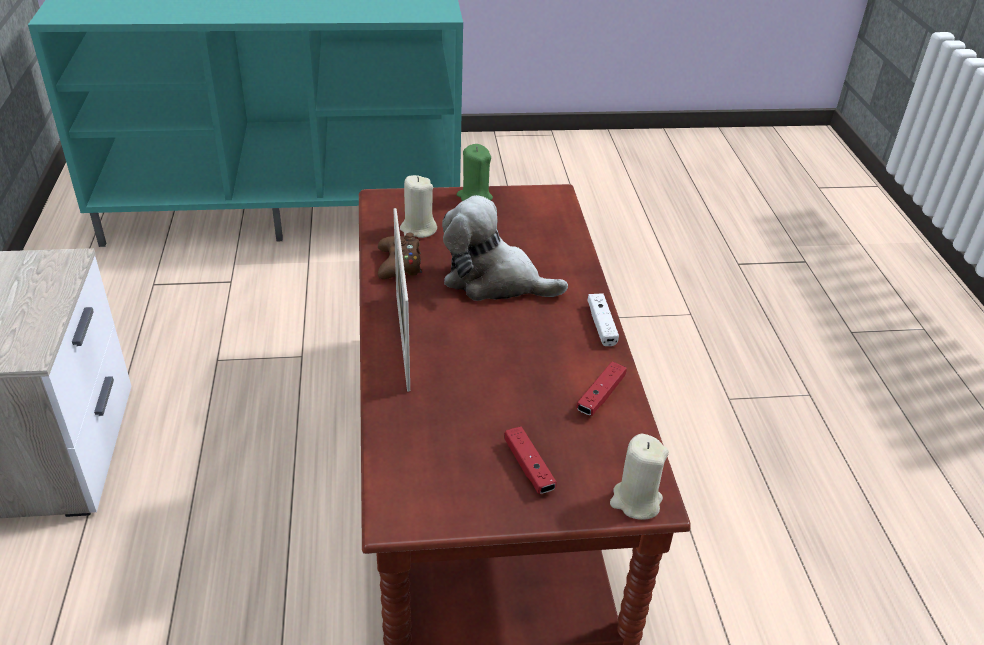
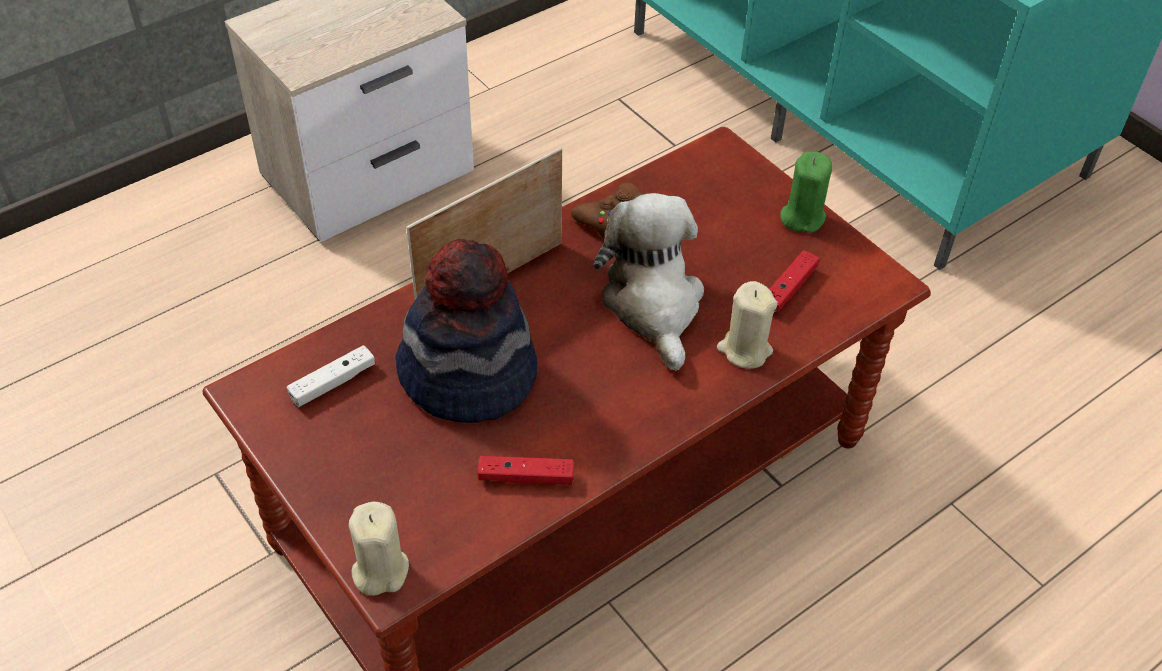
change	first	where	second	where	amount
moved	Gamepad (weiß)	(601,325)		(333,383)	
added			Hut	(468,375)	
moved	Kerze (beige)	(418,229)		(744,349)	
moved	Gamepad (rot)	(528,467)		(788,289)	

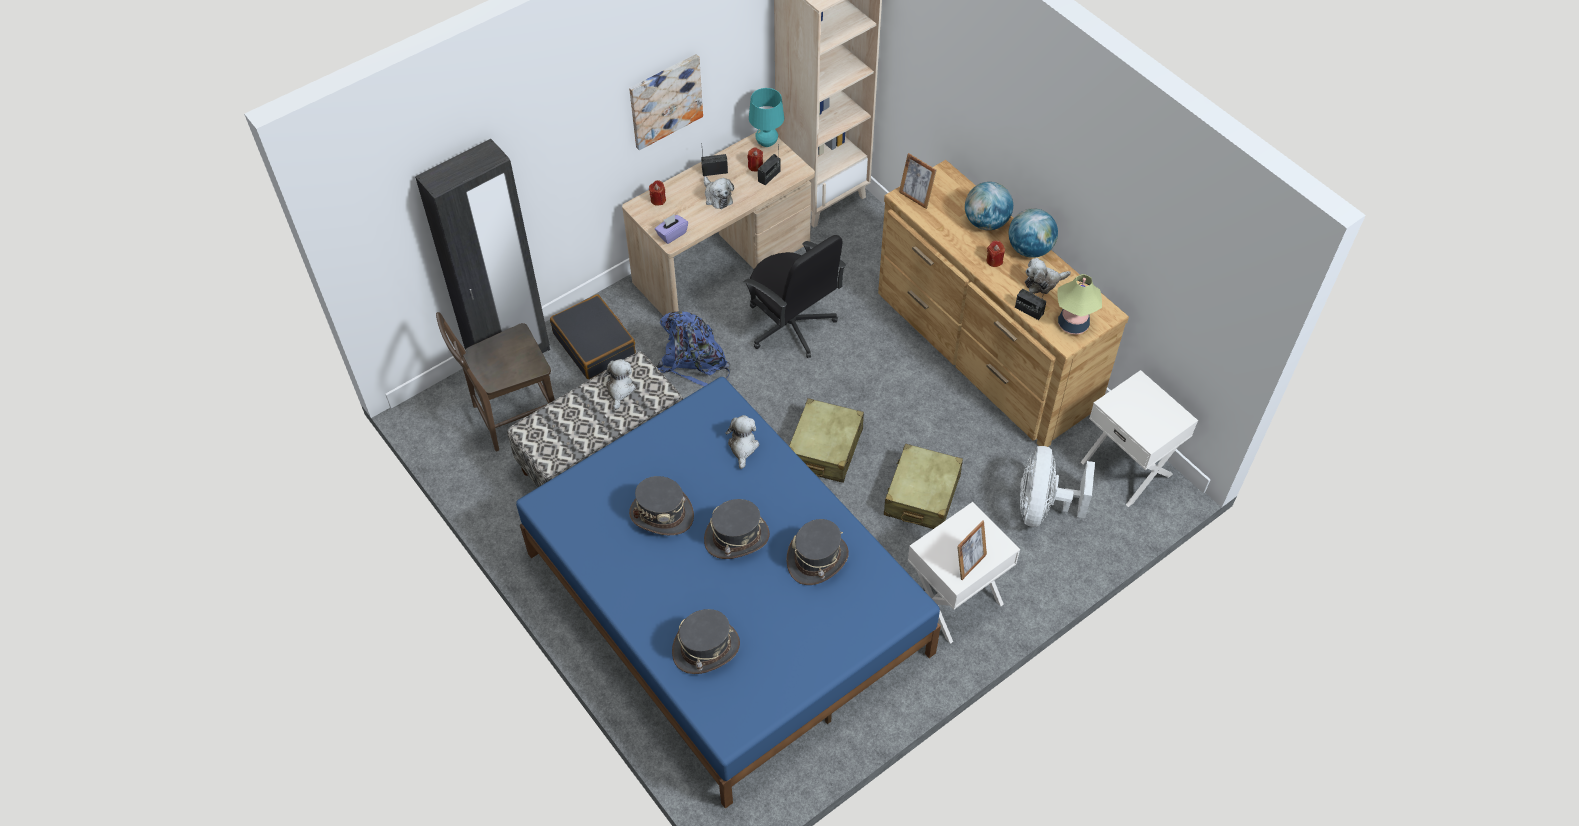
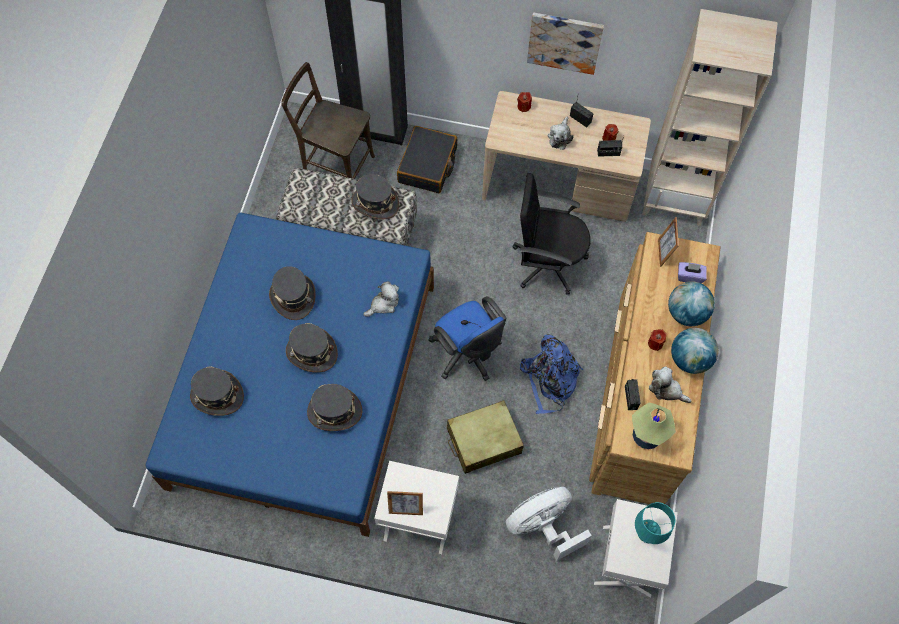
change	first	where	second	where	amount
replaced	Plüschtier	(620,389)	Hut (grau)	(375,203)	
replaced	Koffer (beige)	(824,449)	Bürostuhl (blau)	(467,354)	
turned	Bürostuhl (schwarz)	(791,326)		(547,262)	90 degrees clockwise
moved	Rucksack (blau)	(695,362)		(550,380)	
moved	Tischlampe (türkis)	(766,143)		(647,533)	
moved	Taschentuchbox (lila)	(672,234)		(689,276)	

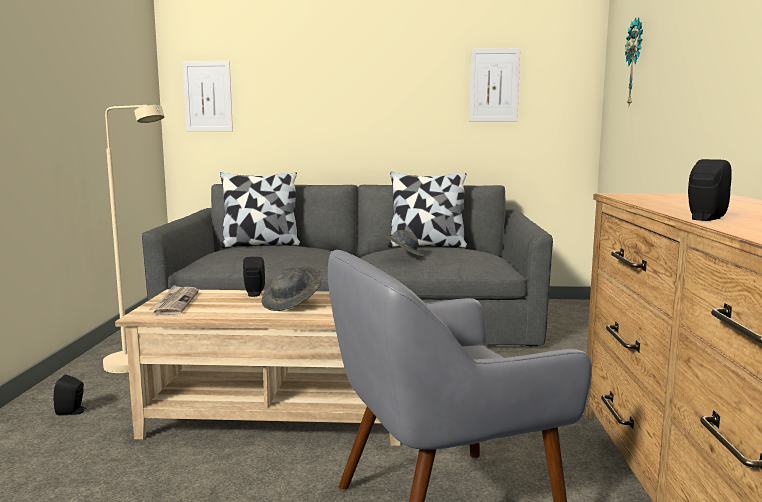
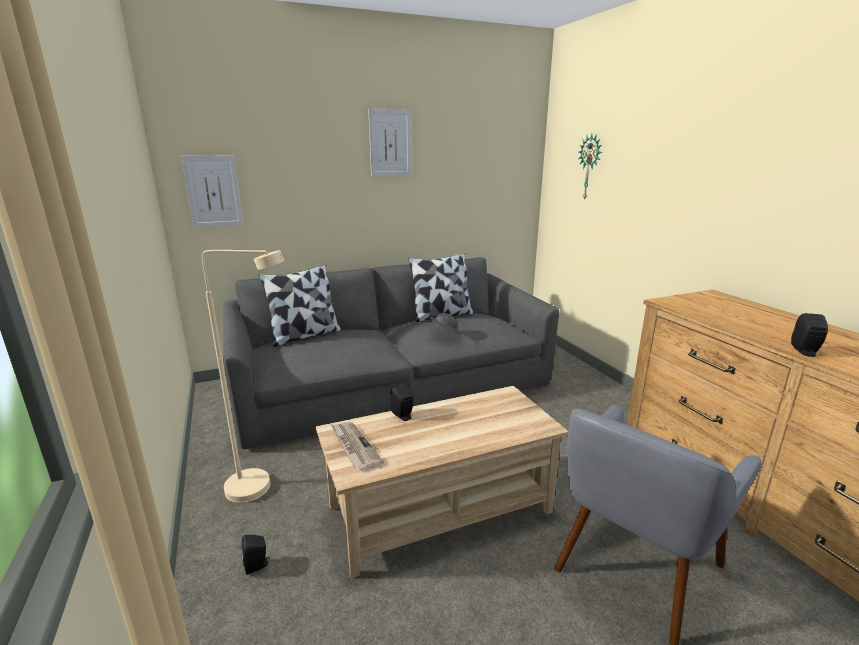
change	first	where	second	where	amount
moved	Bild	(494,85)		(390,143)	
removed	Hut (grau)	(292,304)			

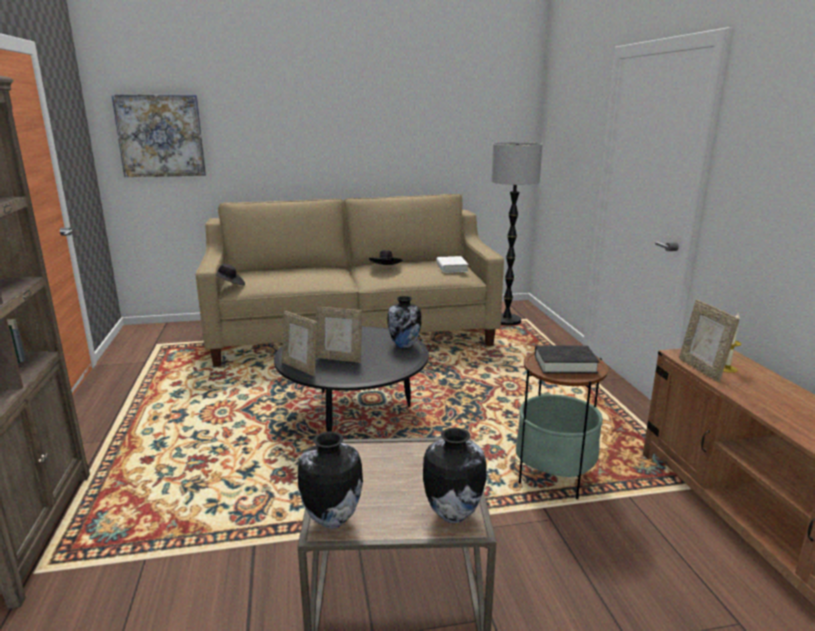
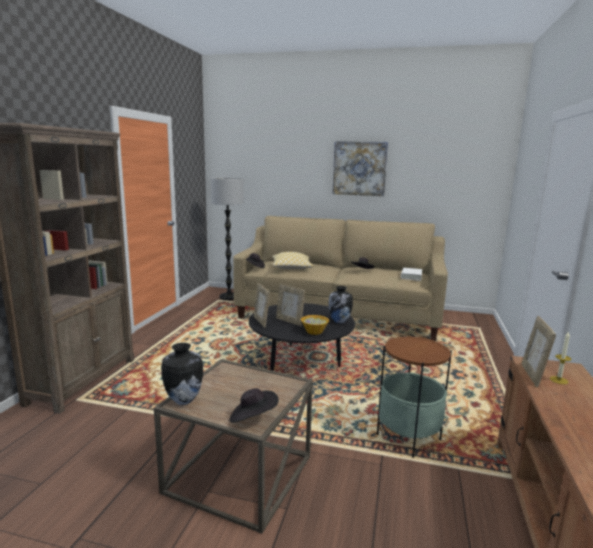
change	first	where	second	where	amount
moved	Stehlampe	(507,321)		(229,297)	
replaced	Vase	(452,514)	Hut (schwarz)	(253,418)	
added			Kissen	(291,267)	
added			Schüssel	(314,331)	
moved	Bild	(160,136)		(359,168)	
removed	Buch (schwarz)	(565,364)			

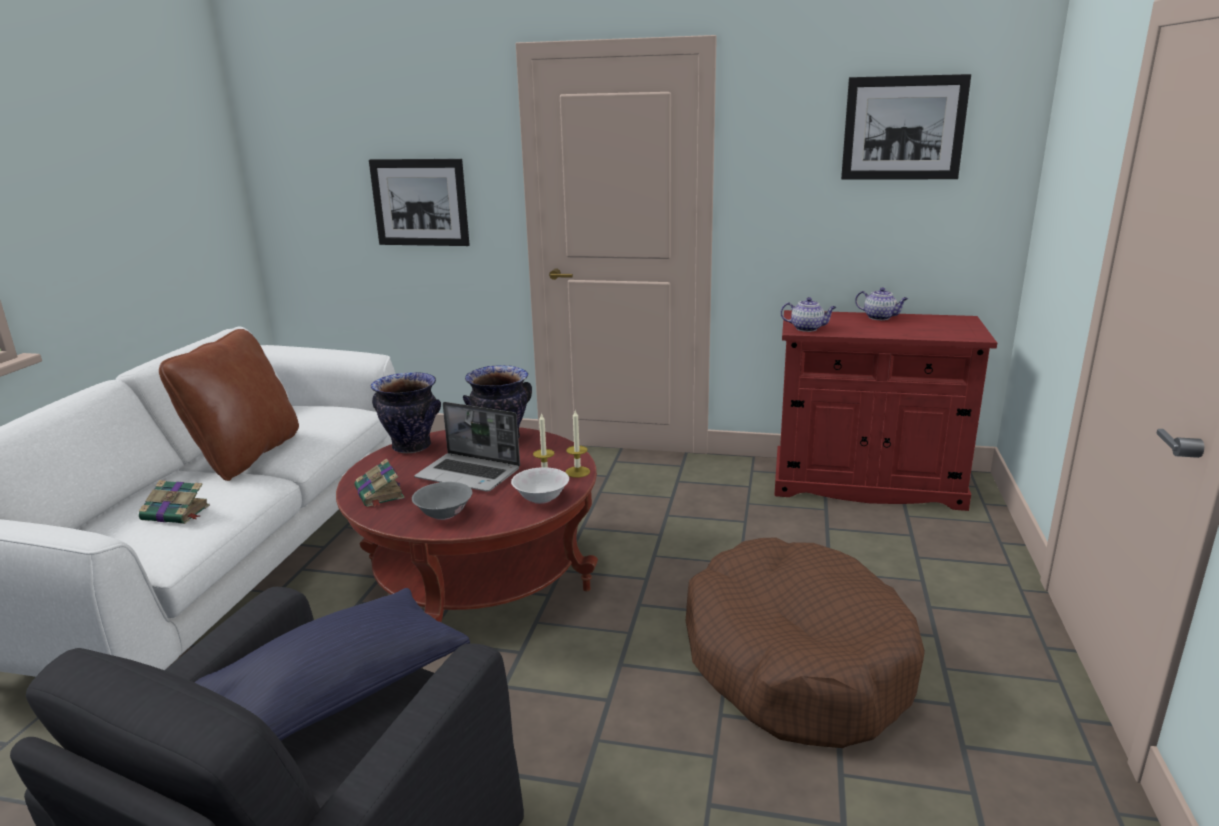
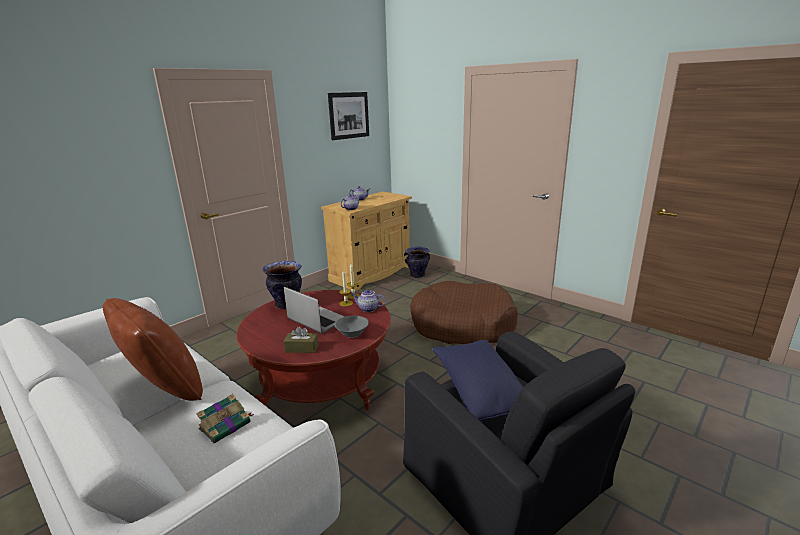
change	first	where	second	where	amount
turned	Laptop	(470,474)		(316,320)	105 degrees counterclockwise
replaced	Buch	(380,494)	Taschentuchbox (braun)	(302,348)	
recoloured	Schrank (rot)	(866,484)	Schrank (beige)	(371,273)	
replaced	Schüssel (weiß)	(541,498)	Teekanne	(368,309)	
moved	Vase	(412,446)		(417,275)	
removed	Bild	(420,202)			

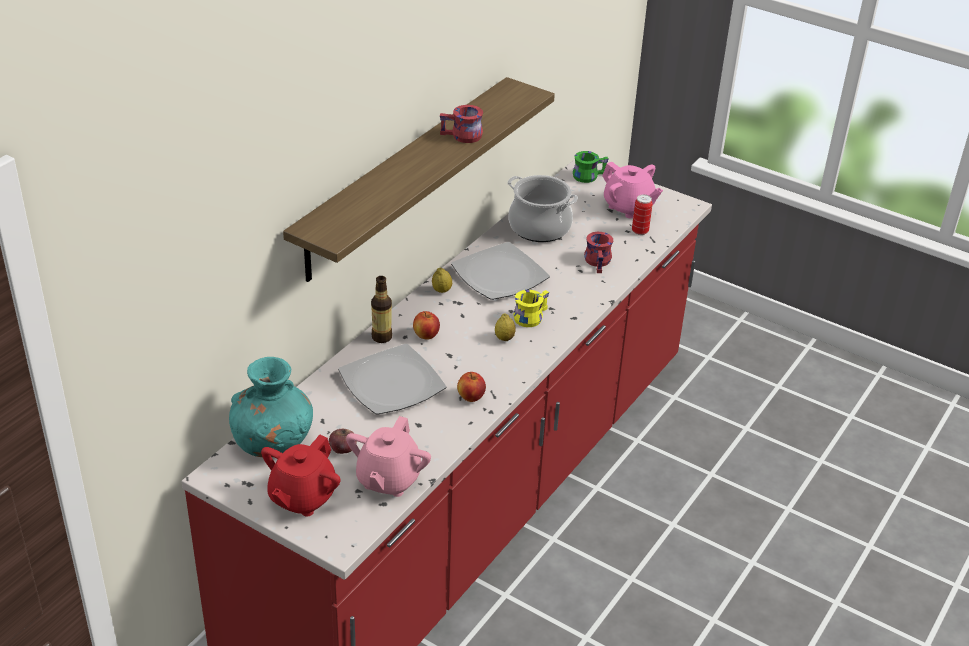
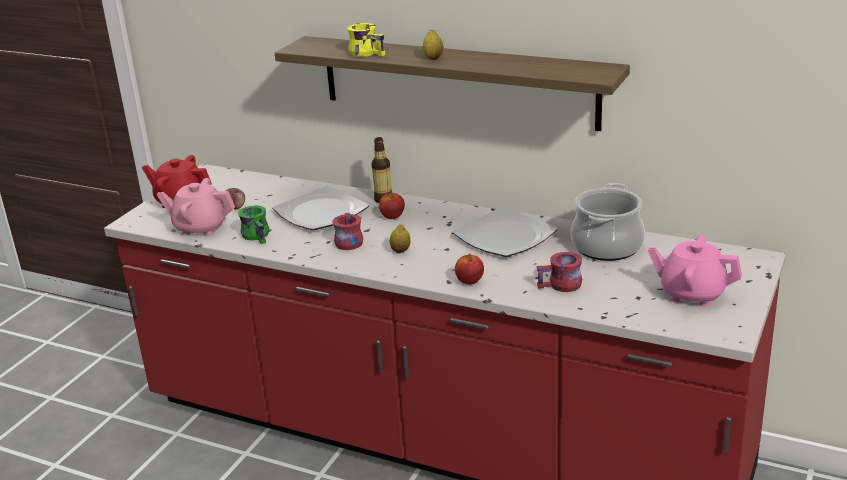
change	first	where	second	where	amount
moved	Henkelbecher (grün)	(588,175)		(259,235)	
moved	Henkelbecher (rot)	(462,136)		(346,241)	
moved	Henkelbecher (gelb)	(529,316)		(368,52)	
moved	Zitrone	(441,290)		(433,58)	
moved	Apfel	(471,397)		(469,281)	
turned	Teekanne (rosa)	(628,207)		(692,293)	75 degrees clockwise
removed	Vase (türkis)	(273,442)			
removed	Dose	(640,231)			

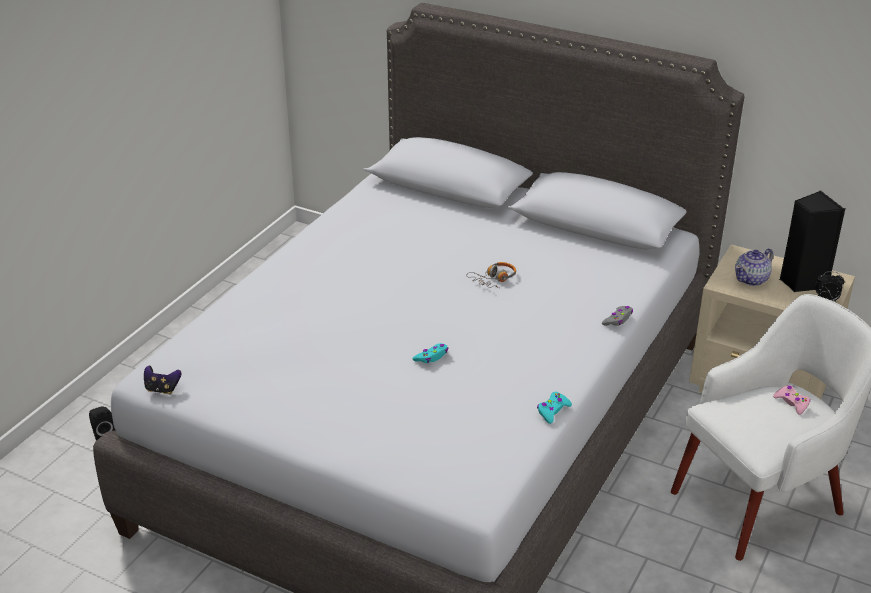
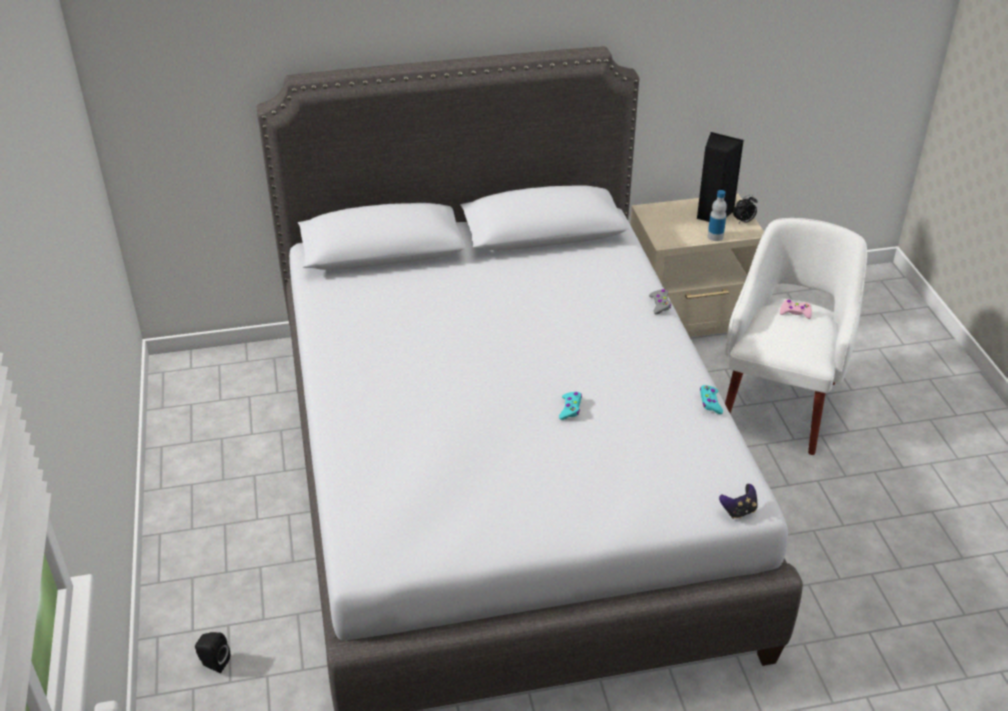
change	first	where	second	where	amount
added			Flasche	(715,236)	
moved	Gamepad	(162,389)		(738,511)	
removed	Kopfhörer	(494,279)			
removed	Teekanne	(752,279)			

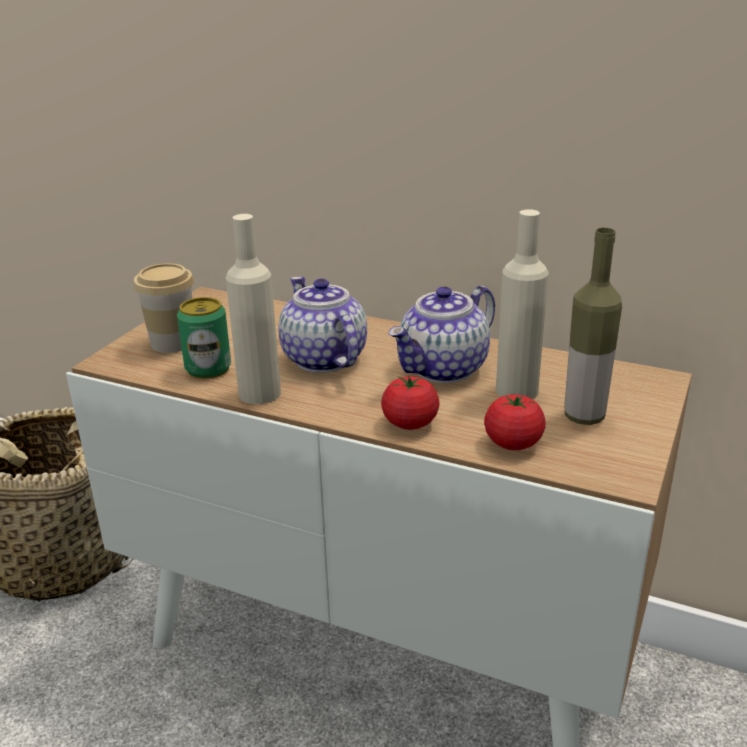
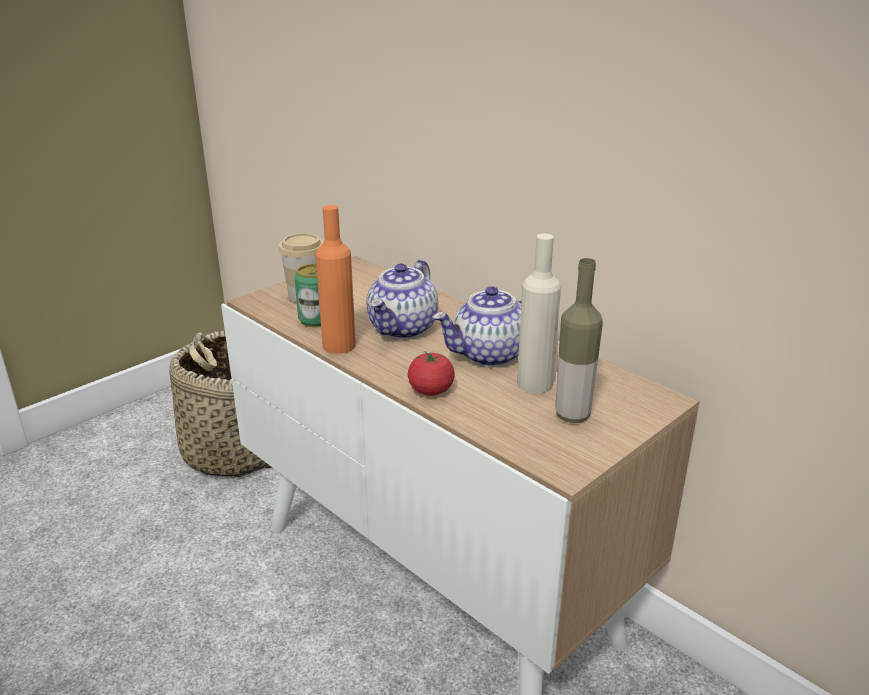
change	first	where	second	where	amount
recoloured	Flasche (beige)	(259,393)	Flasche (orange)	(339,345)	
turned	Teekanne	(322,359)		(403,328)	150 degrees counterclockwise
removed	Tomate	(513,443)			

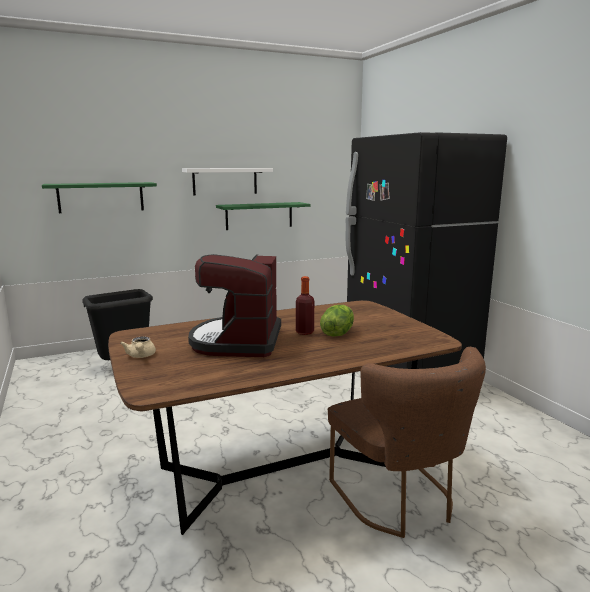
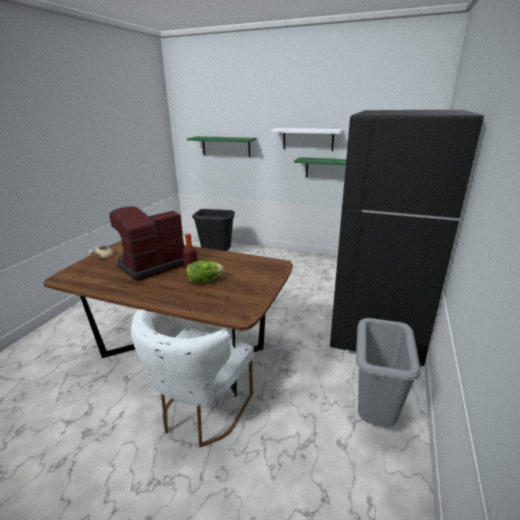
change	first	where	second	where	amount
recoloured	Stuhl (braun)	(400,501)	Stuhl (weiß)	(201,413)	
added			Mülleimer (grau)	(374,415)	

